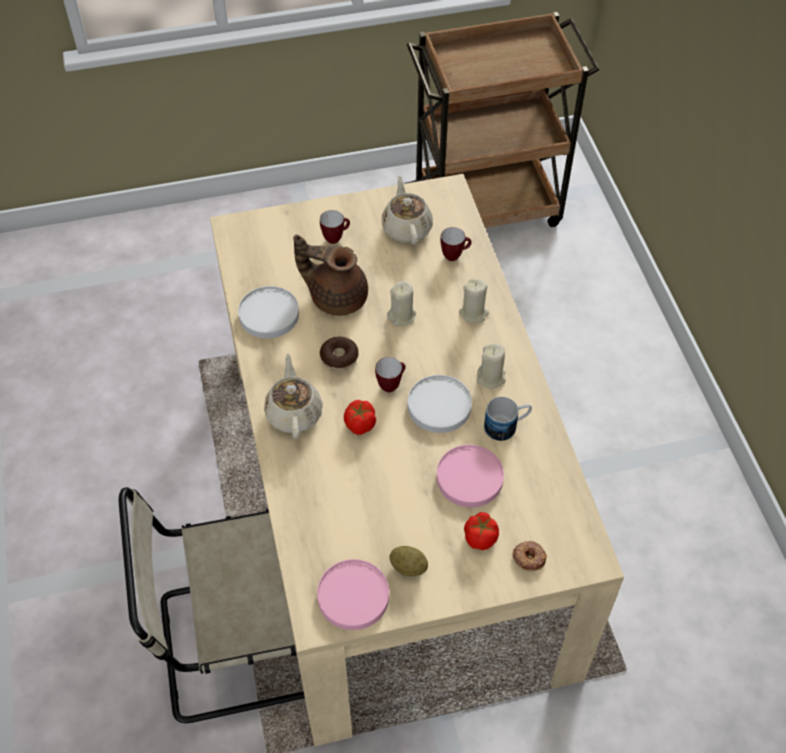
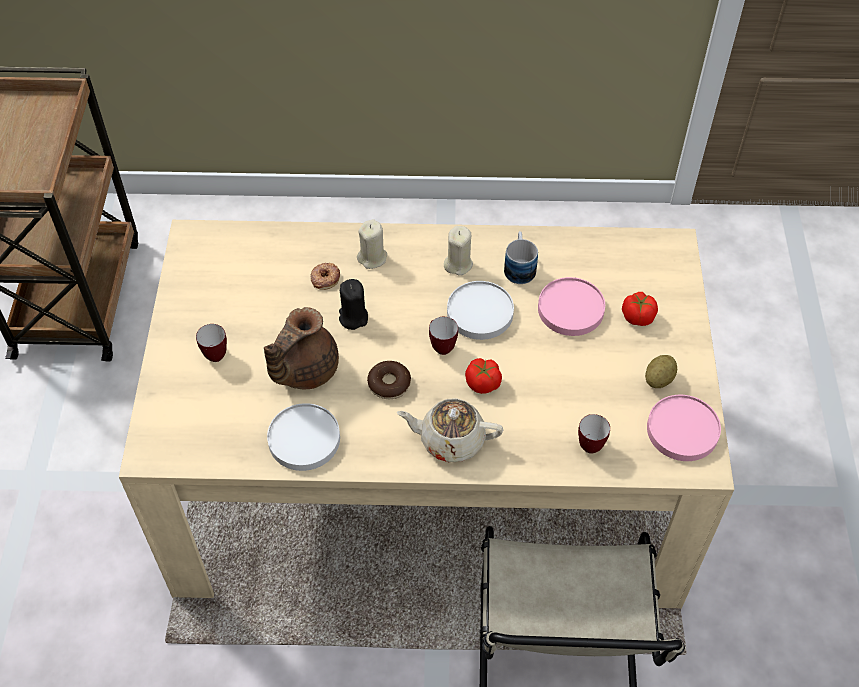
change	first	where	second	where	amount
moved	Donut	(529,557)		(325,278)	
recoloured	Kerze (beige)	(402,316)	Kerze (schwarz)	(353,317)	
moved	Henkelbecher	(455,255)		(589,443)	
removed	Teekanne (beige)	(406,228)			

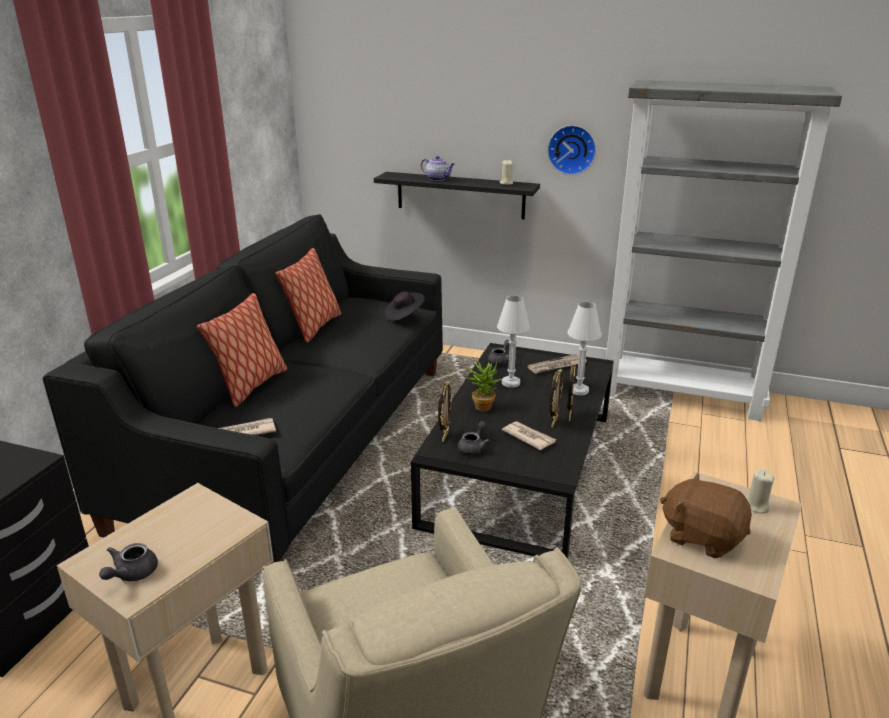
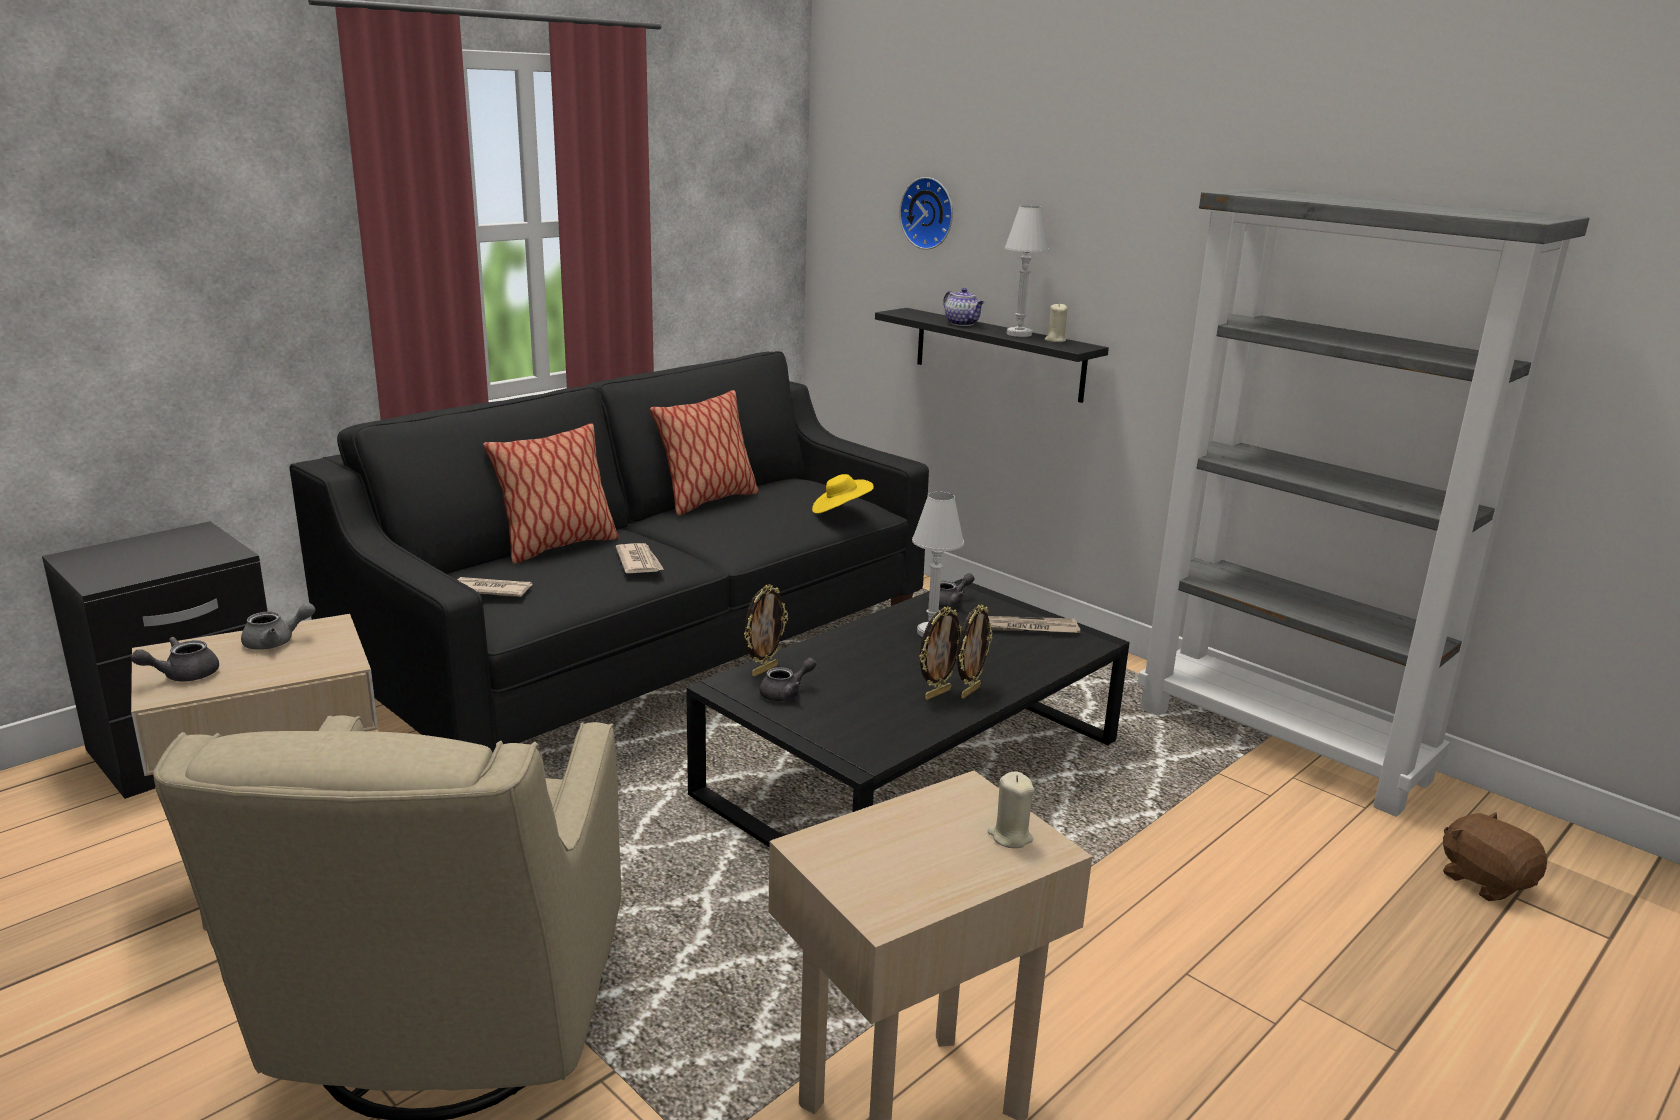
change	first	where	second	where	amount
added			Teekanne (grau)	(276,642)	
moved	Zeitung	(528,437)		(639,562)	
recoloured	Hut (schwarz)	(404,316)	Hut (gelb)	(840,511)	
moved	Wanduhr	(572,149)		(929,213)	
moved	Tischlampe (weiß)	(579,390)		(1019,334)	
moved	Plüschtier (braun)	(702,536)		(1485,881)	
removed	Topfpflanze	(482,405)			

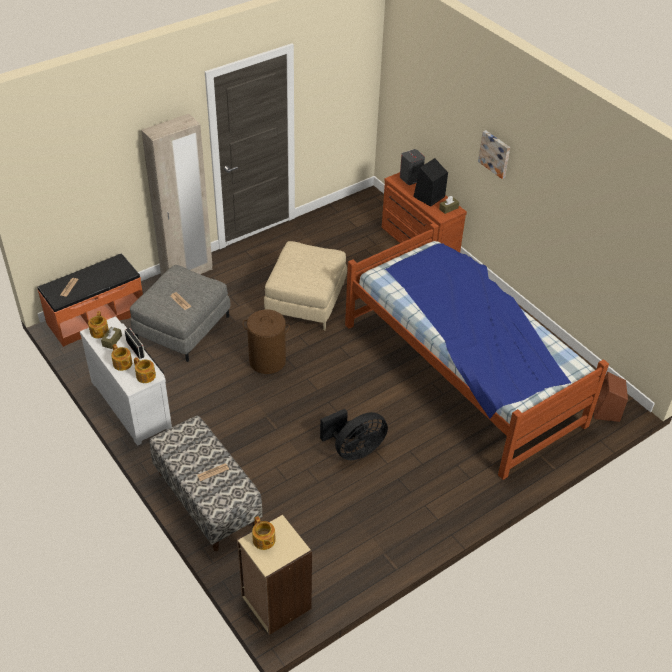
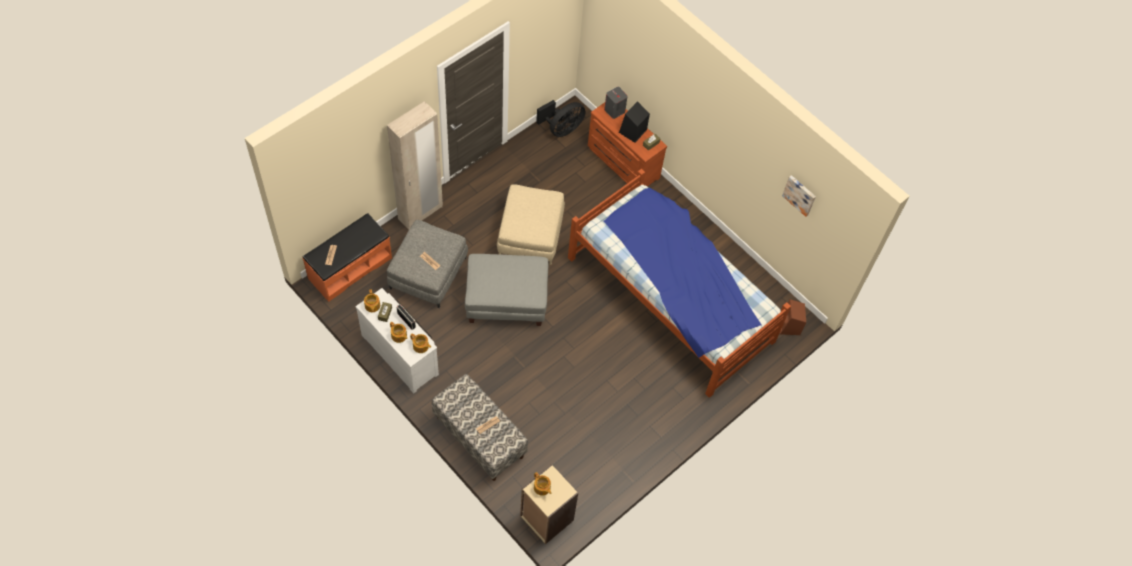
change	first	where	second	where	amount
replaced	Wäschekorb (braun)	(267,361)	Polsterhocker (grau)	(506,301)	
moved	Ventilator (schwarz)	(354,450)		(562,129)	
moved	Bild	(495,153)		(800,195)	

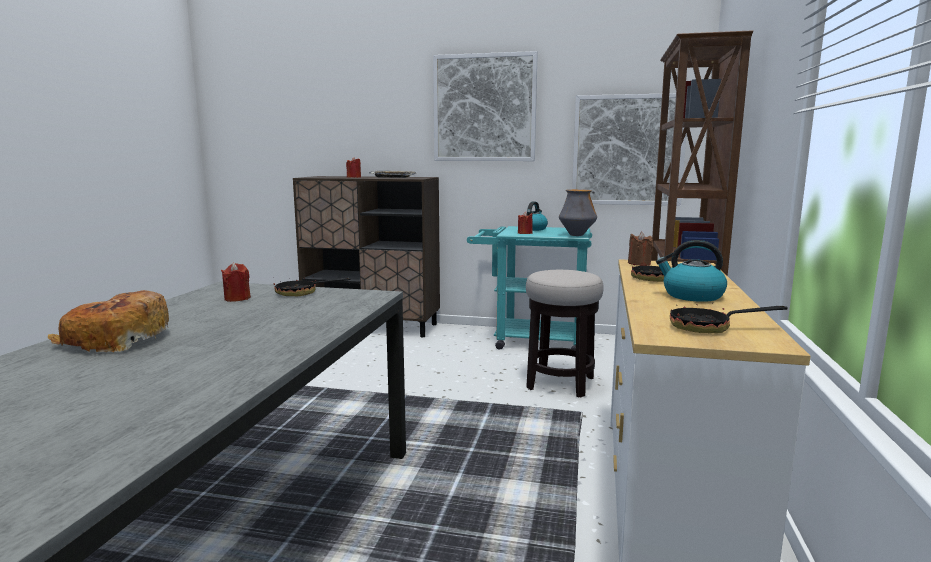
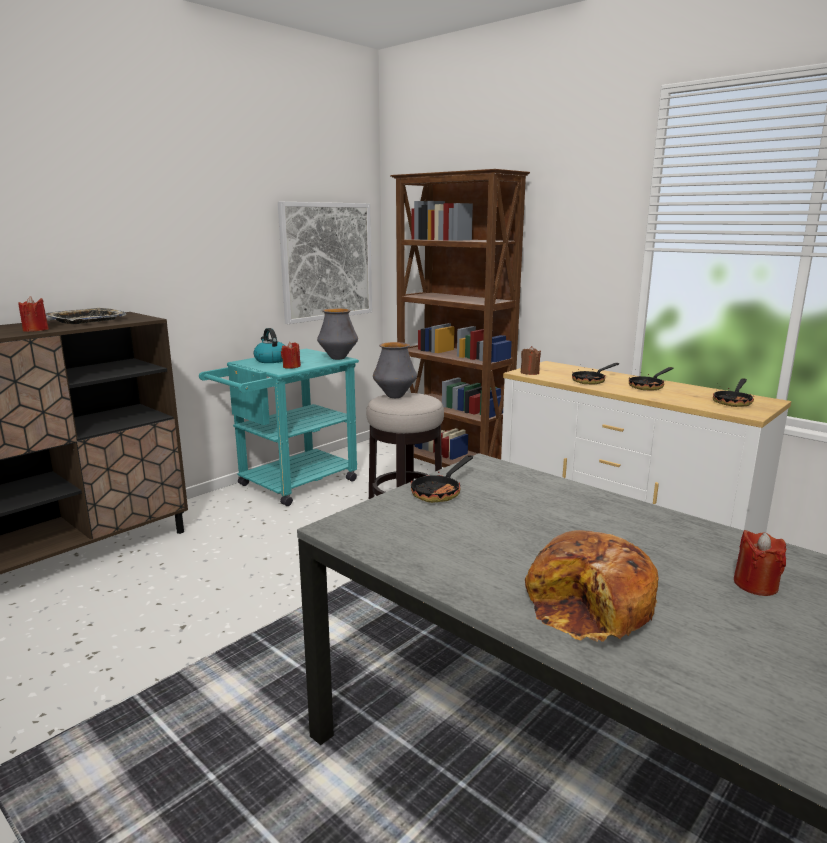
change	first	where	second	where	amount
added			Vase	(395,396)	
replaced	Wasserkessel	(692,296)	Pfanne	(649,386)	
moved	Kerze (rot)	(237,298)		(755,585)	
removed	Bild	(484,108)			

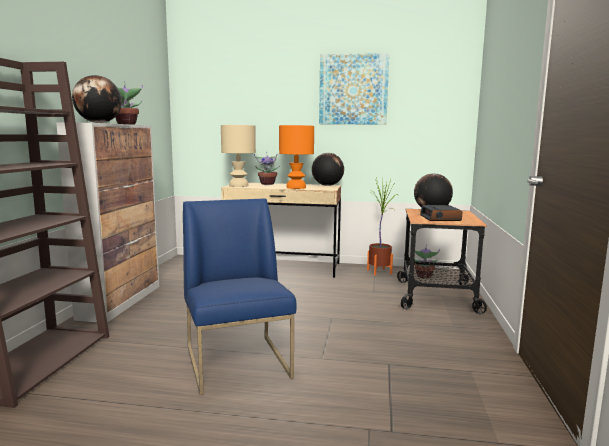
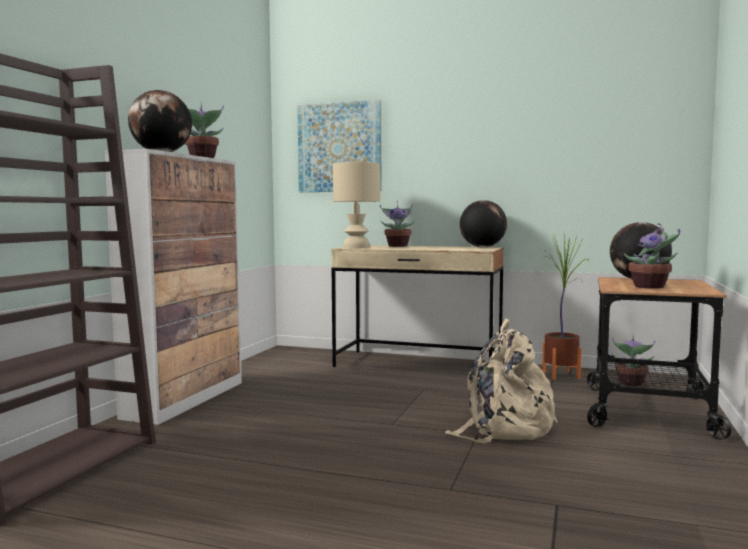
change	first	where	second	where	amount
moved	Bild	(353,89)		(340,147)	
added			Rucksack (beige)	(503,427)	
replaced	Wecker	(441,218)	Topfpflanze	(651,287)	
removed	Stuhl (blau)	(238,363)			
removed	Tischlampe (orange)	(296,187)			

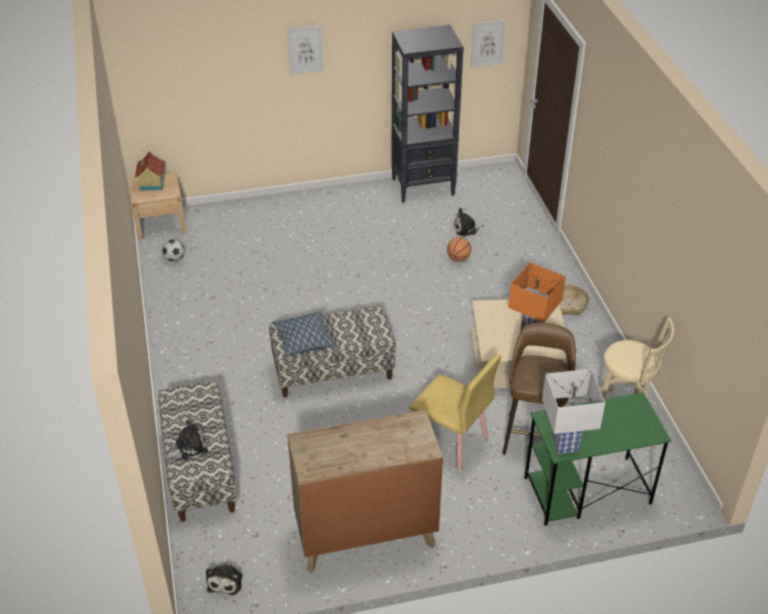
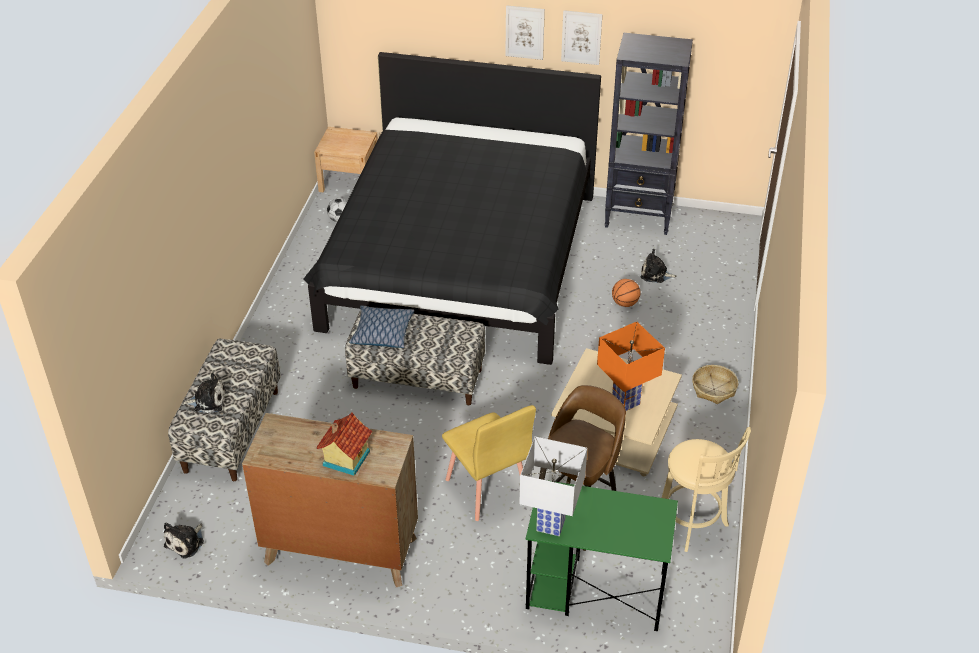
change	first	where	second	where	amount
added			Bett (schwarz)	(460,261)	
moved	Spielzeughaus	(151,183)		(345,458)	
moved	Bild	(488,43)		(581,37)	

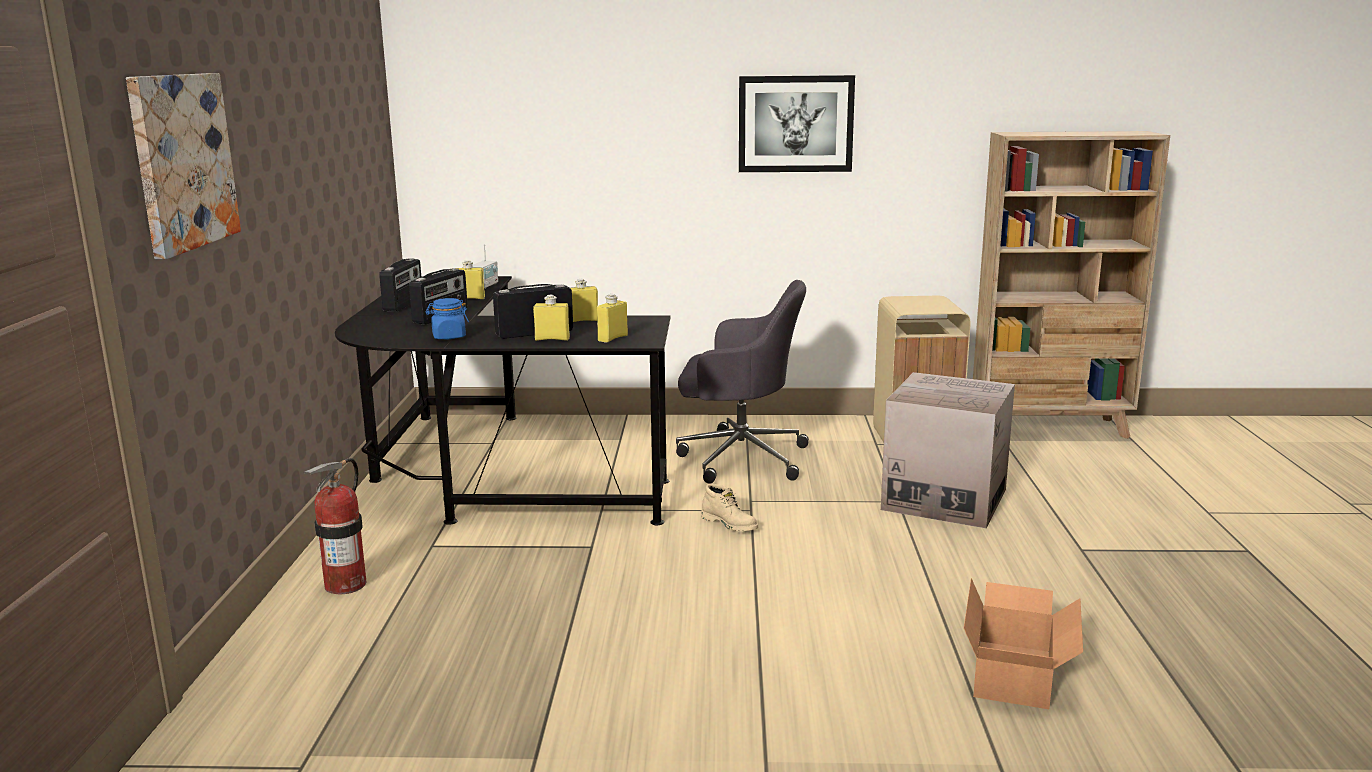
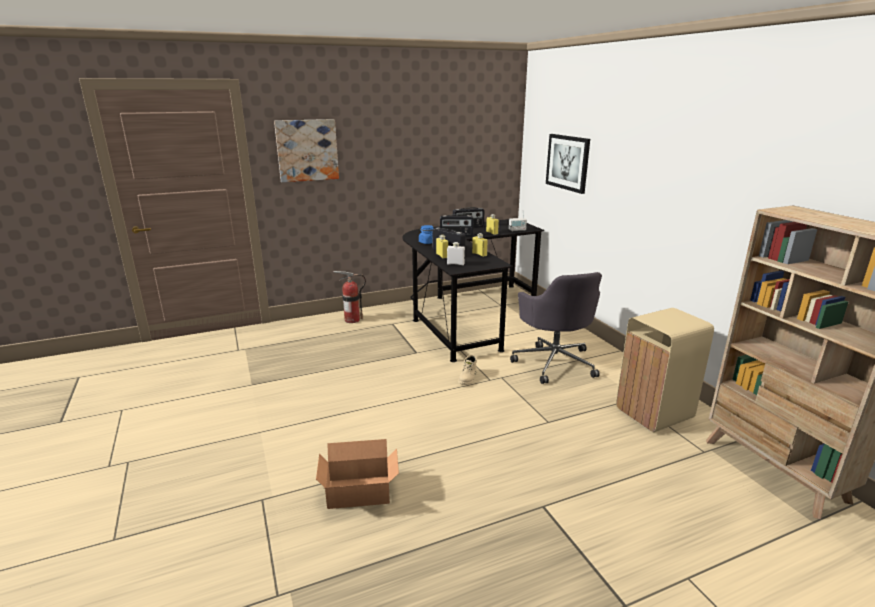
change	first	where	second	where	amount
recoloured	Flasche (gelb)	(612,338)	Flasche (weiß)	(455,264)	
moved	Bild	(795,124)		(567,162)	
removed	Karton	(944,499)			

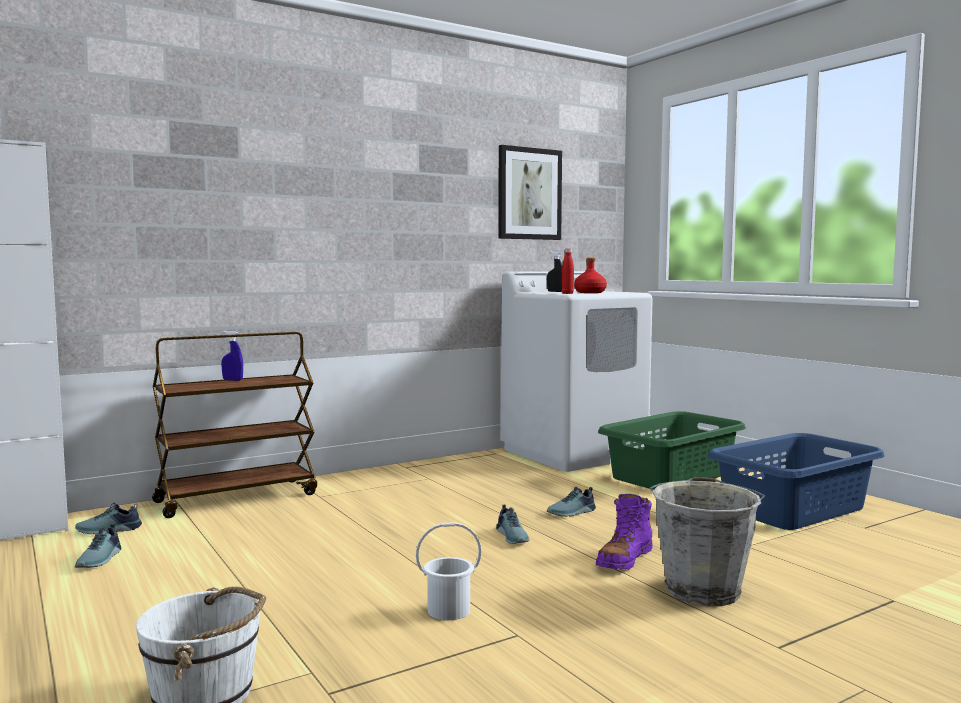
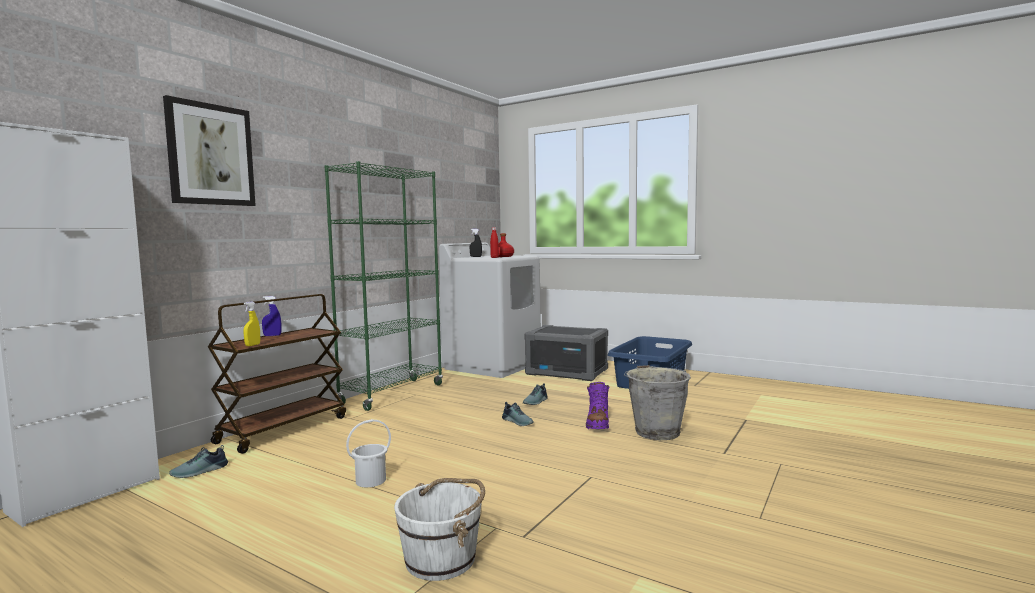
change	first	where	second	where	amount
moved	Bild	(529,194)		(210,155)	
added			Sprühflasche (gelb)	(252,345)	
added			Bücherregal (grün)	(392,394)	
moved	Eimer (weiß)	(448,610)		(370,480)	
replaced	Wäschekorb (grün)	(672,476)	Aufbewahrungsbox (grau)	(567,372)	
removed	Schuh	(101,559)			

